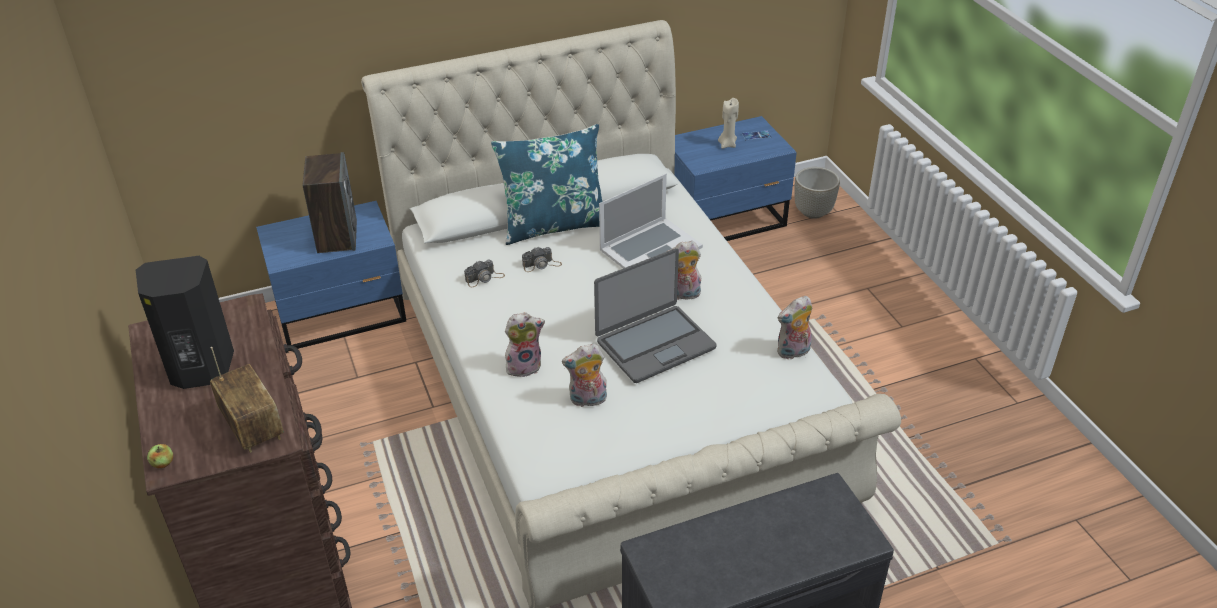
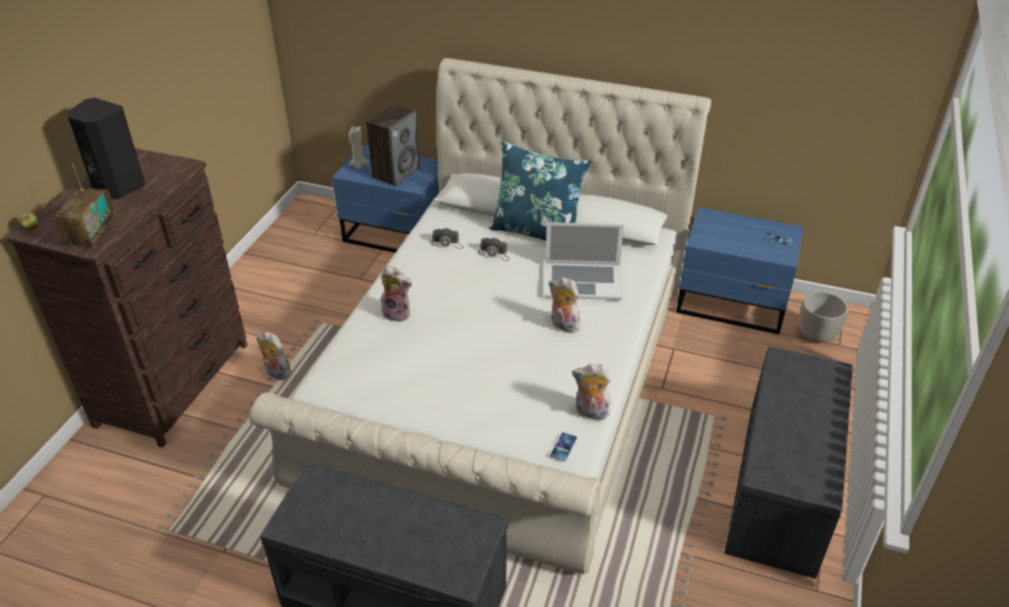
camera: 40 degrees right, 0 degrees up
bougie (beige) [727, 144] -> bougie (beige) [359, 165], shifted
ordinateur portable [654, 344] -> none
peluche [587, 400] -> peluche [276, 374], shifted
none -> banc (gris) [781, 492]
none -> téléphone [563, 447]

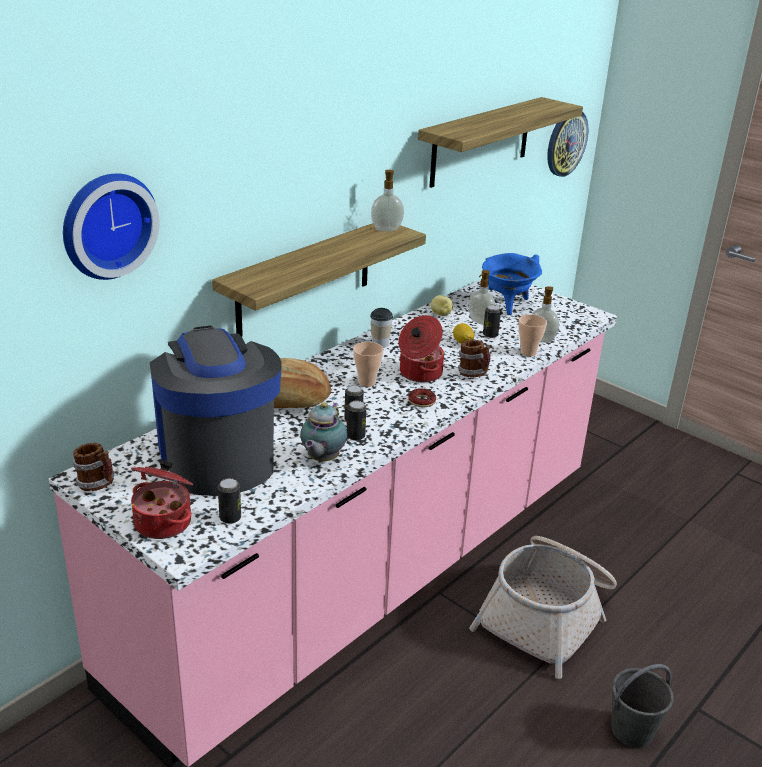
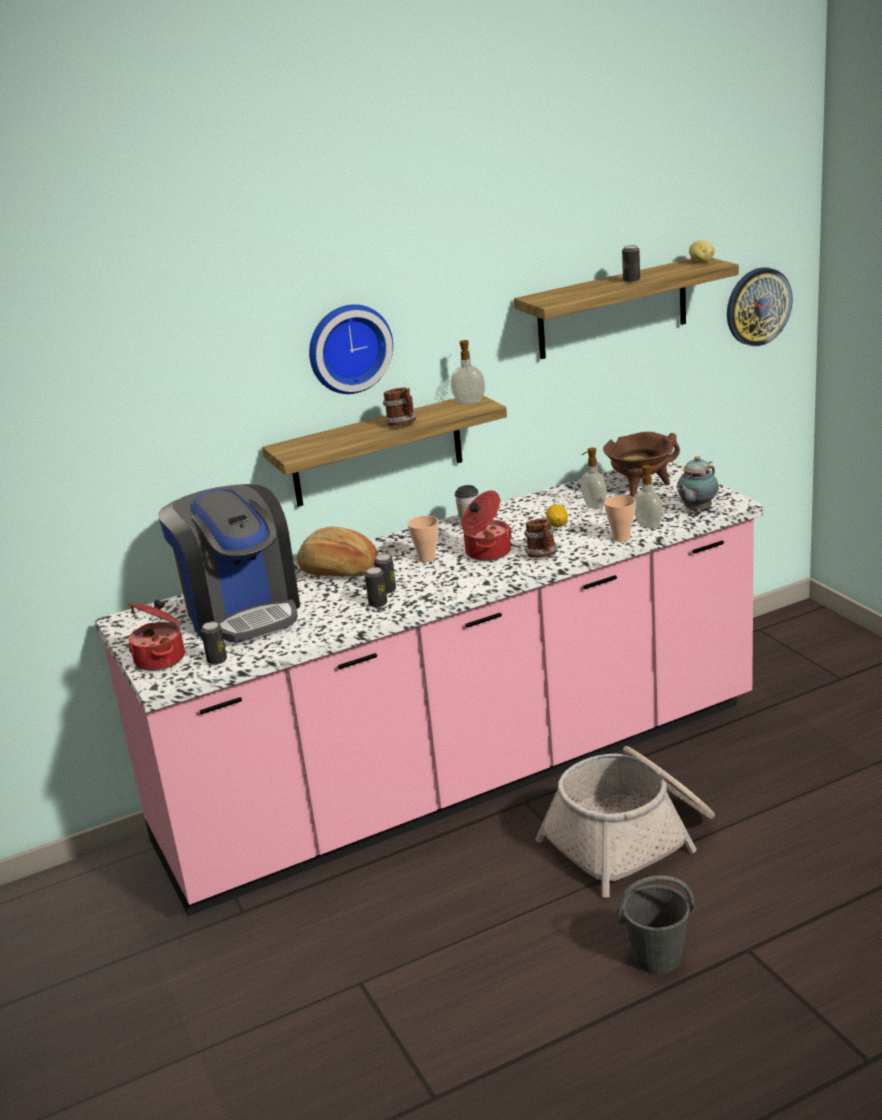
camera: 25 degrees right, 5 degrees down
horloge murale [106, 224] -> horloge murale [348, 347], shifted
marmite (bleu) [507, 304] -> marmite (marron) [640, 489]
pomme de terre [440, 314] -> pomme de terre [701, 262], shifted
boîte métallique [490, 335] -> boîte métallique [631, 280], shifted
machine à café [217, 455] -> machine à café [242, 611], 150 degrees clockwise
beignet [422, 401] -> none
théière [322, 459] -> théière [696, 510], shifted
mug [98, 485] -> mug [403, 424], shifted

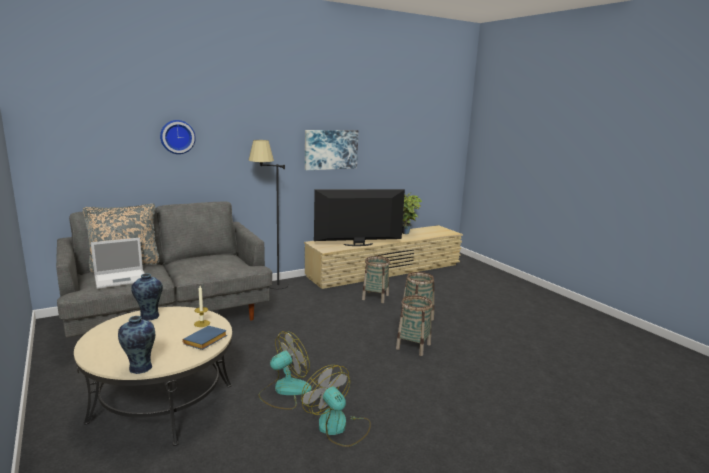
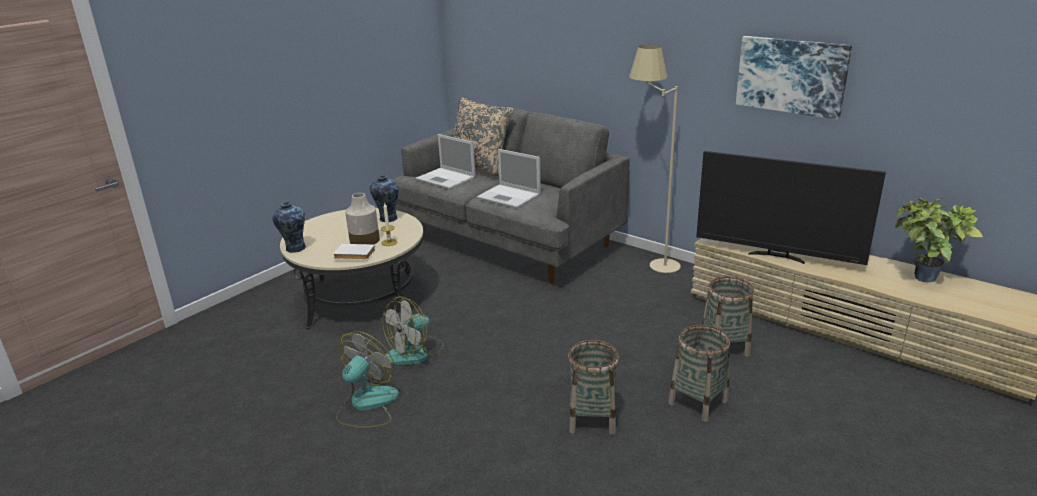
camera: 70 degrees right, 10 degrees up
horloge murale [177, 137] -> none
lampadaire (noir) [270, 288] -> lampadaire (beige) [650, 264]
téléviseur [358, 245] -> téléviseur [777, 256], 150 degrees clockwise
livre (bleu) [205, 341] -> livre (blanc) [353, 256]
ventilateur [284, 391] -> ventilateur [415, 352], 105 degrees clockwise
none -> ordinateur portable [510, 197]
none -> vase (beige) [364, 240]

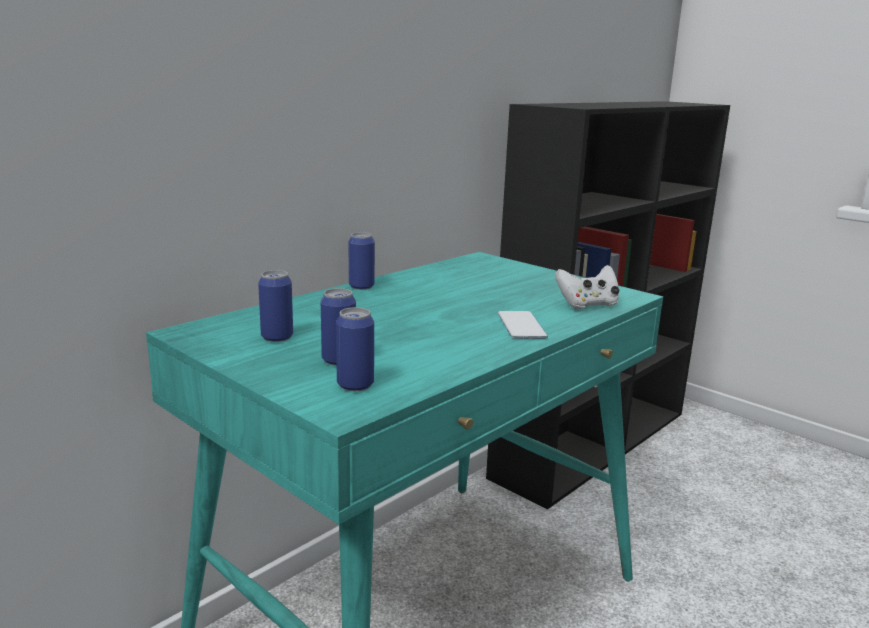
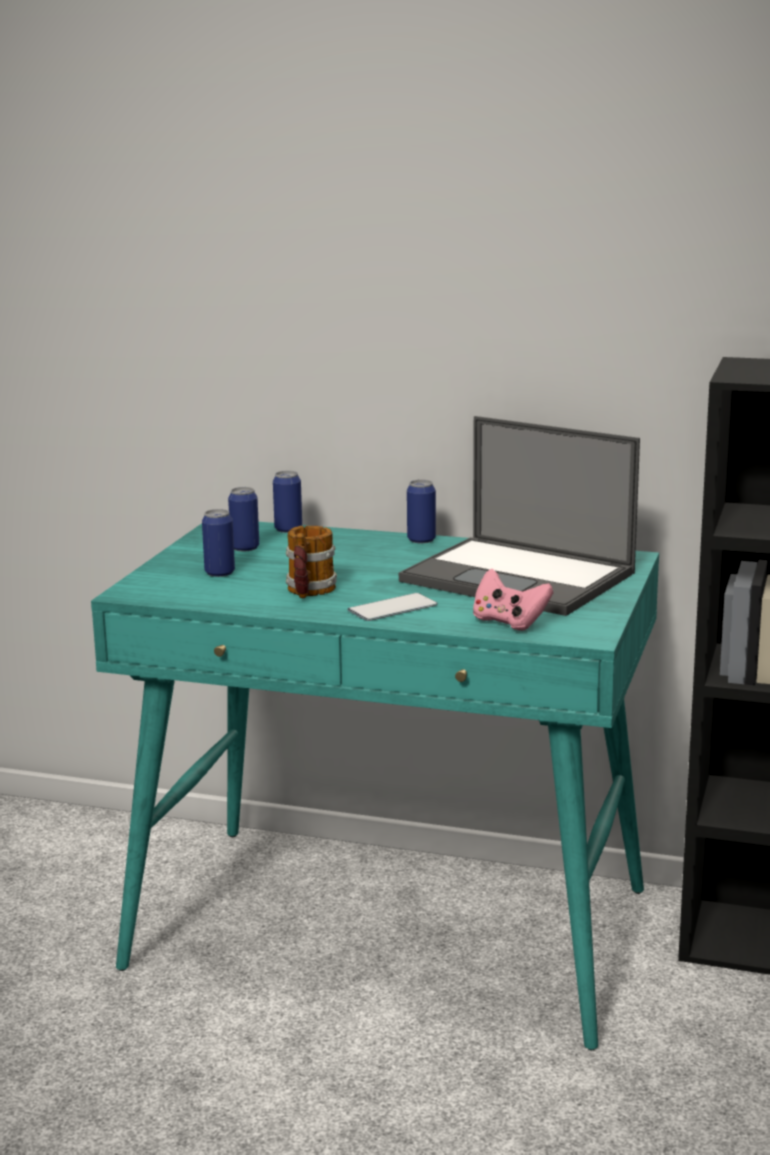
camera: 65 degrees right, 0 degrees up
manette (blanc) [587, 305] -> manette (rose) [509, 622]
boîte métallique [355, 385] -> boîte métallique [288, 529], shifted
none -> ordinateur portable [521, 577]
none -> mug [309, 592]

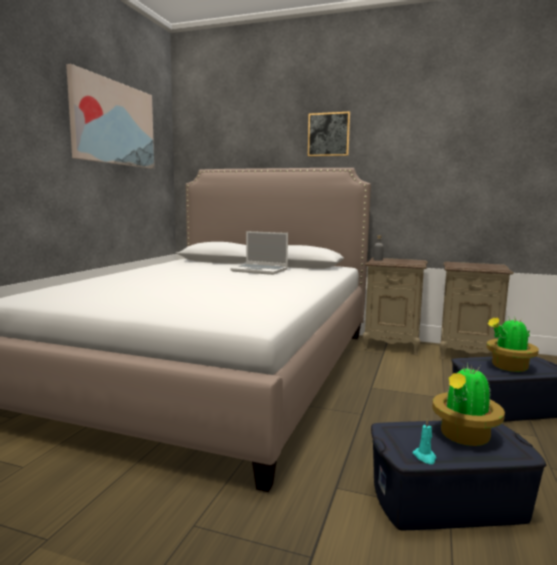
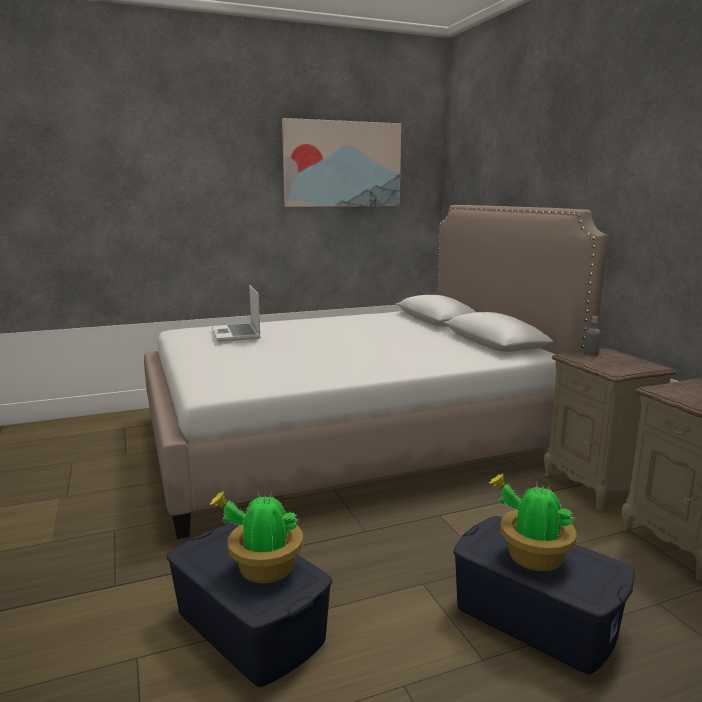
camera: 50 degrees right, 5 degrees up
tableau [328, 134] -> none
ordinateur portable [260, 270] -> ordinateur portable [237, 334], shifted
bougie (turquoise) [425, 457] -> none

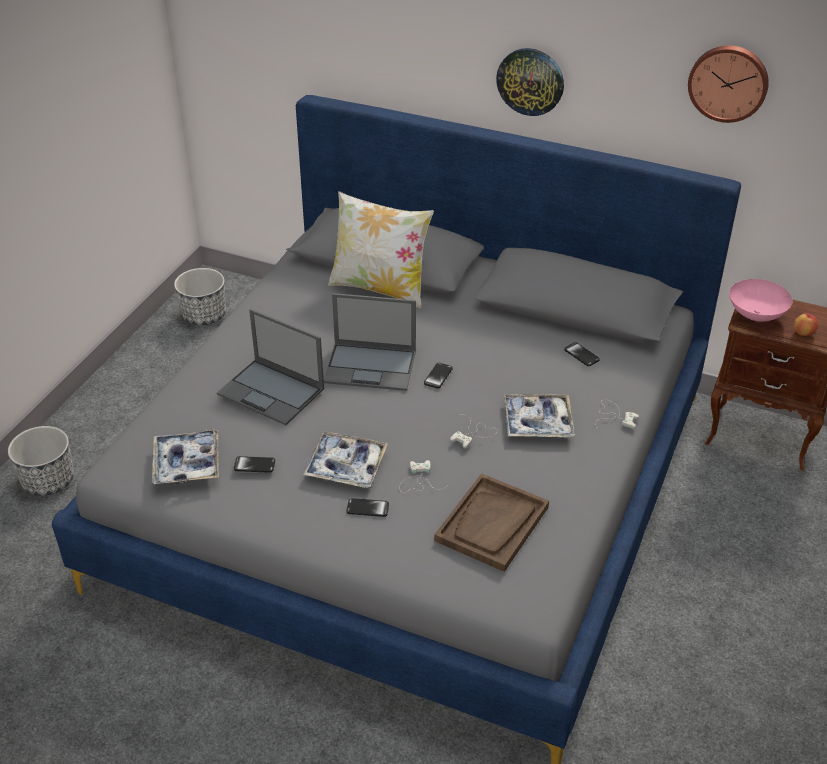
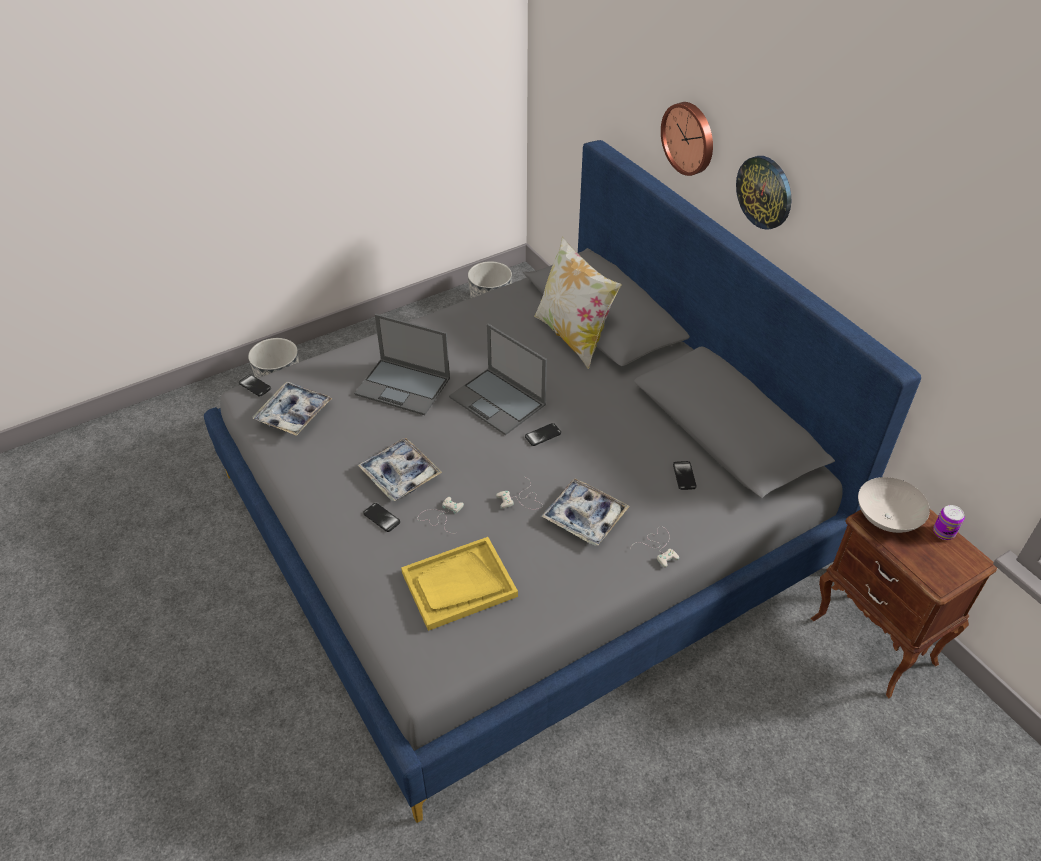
camera: 35 degrees right, 5 degrees up
horloge murale [728, 82] -> horloge murale [689, 138], shifted
bol (rose) [757, 315] -> bol (blanc) [887, 520]
ordinateur portable [272, 392] -> ordinateur portable [404, 386], 45 degrees counterclockwise
pomme [803, 333] -> none
téléphone [254, 465] -> téléphone [255, 386], shifted
plateau (marron) [492, 524] -> plateau (jaune) [459, 585]
none -> boîte métallique [943, 532]

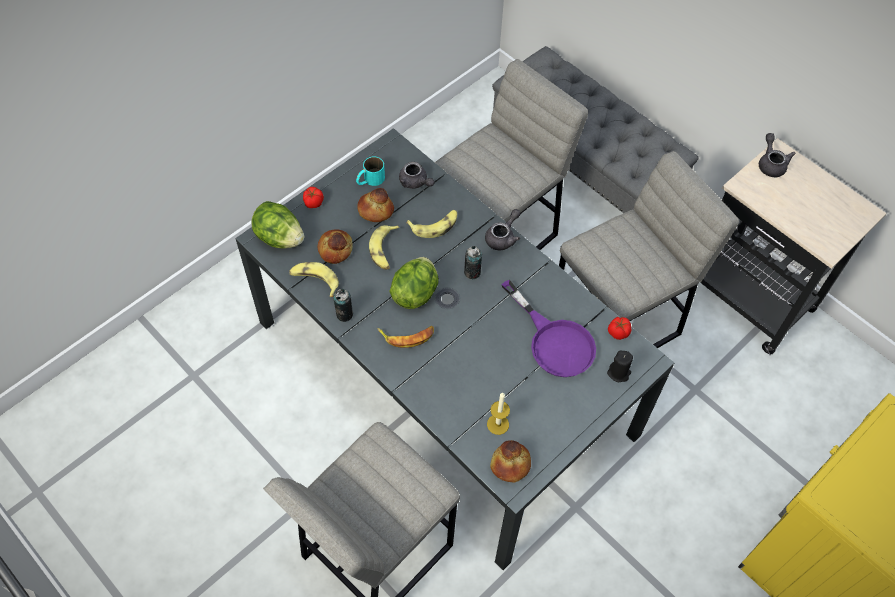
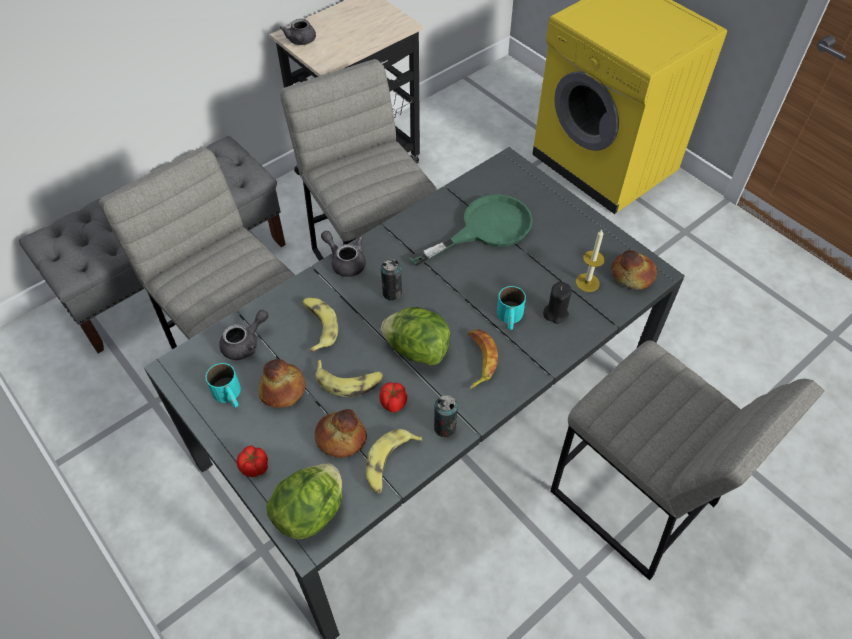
camera: 85 degrees left, 5 degrees down
théière (gris) [771, 164] -> théière (gris) [301, 42], 90 degrees counterclockwise
poêle (violet) [554, 341] -> poêle (vert) [485, 229]
tomate [617, 332] -> tomate [393, 403], shifted
bougie (noir) [618, 373] -> bougie (noir) [555, 313], shifted
none -> mug (turquoise) [509, 318]

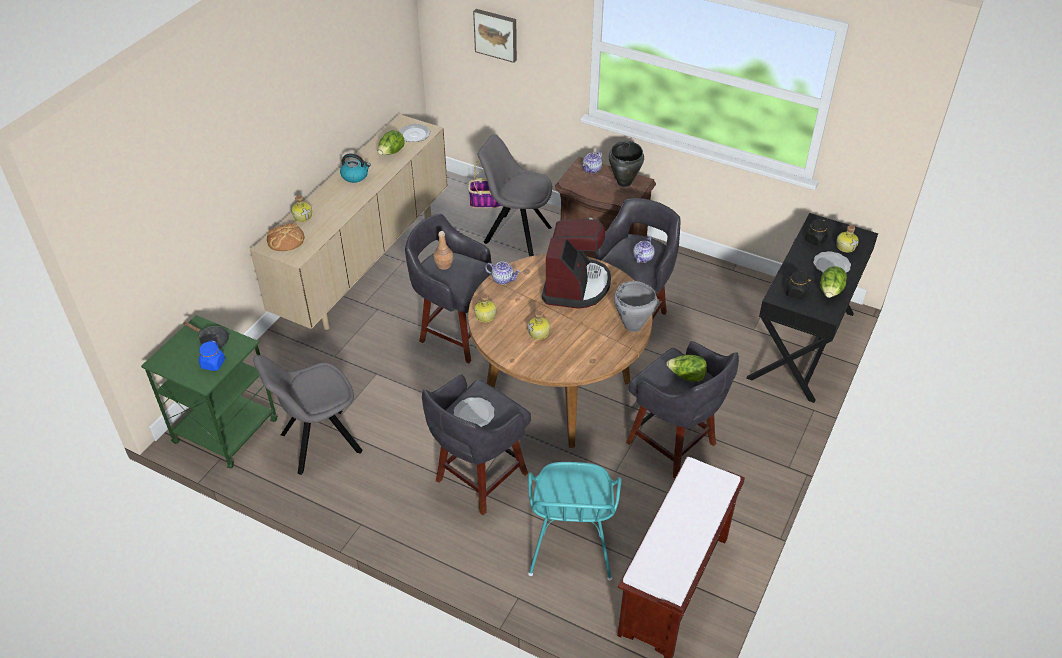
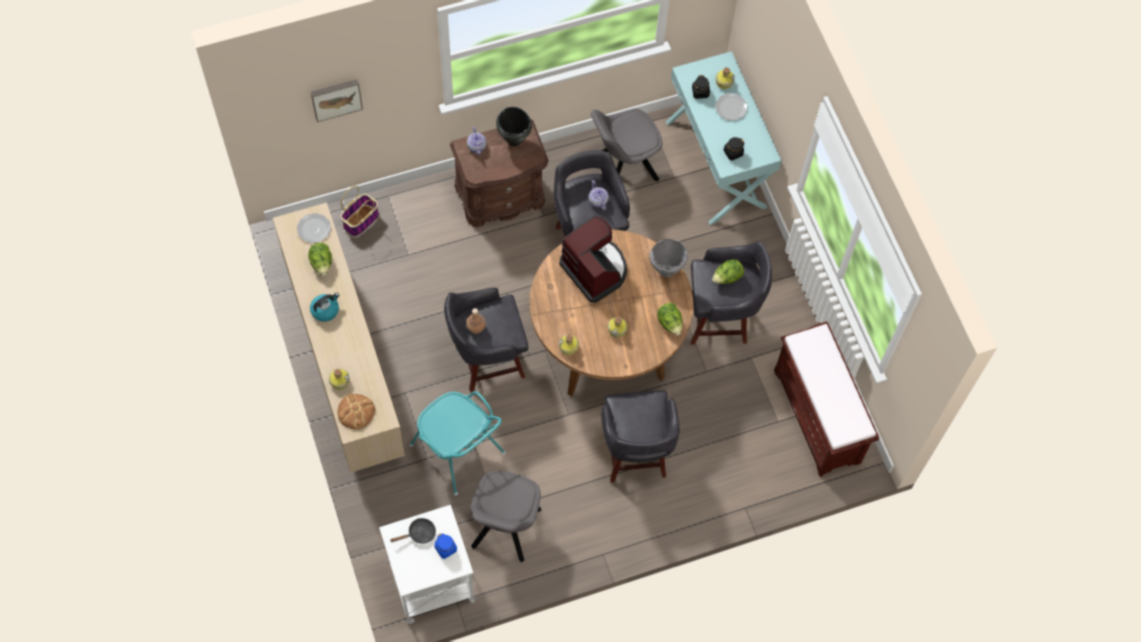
camera: 50 degrees left, 20 degrees up
chaise (gris) [517, 235] -> chaise (gris) [623, 169], shifted
table console (noir) [802, 345] -> table console (turquoise) [716, 164]
théière [503, 279] -> none
laitue [830, 292] -> laitue [670, 323], shifted
chariot (vert) [224, 429] -> chariot (blanc) [430, 581]
assiette [473, 414] -> none
chaise (turquoise) [571, 544] -> chaise (turquoise) [459, 452], shifted

